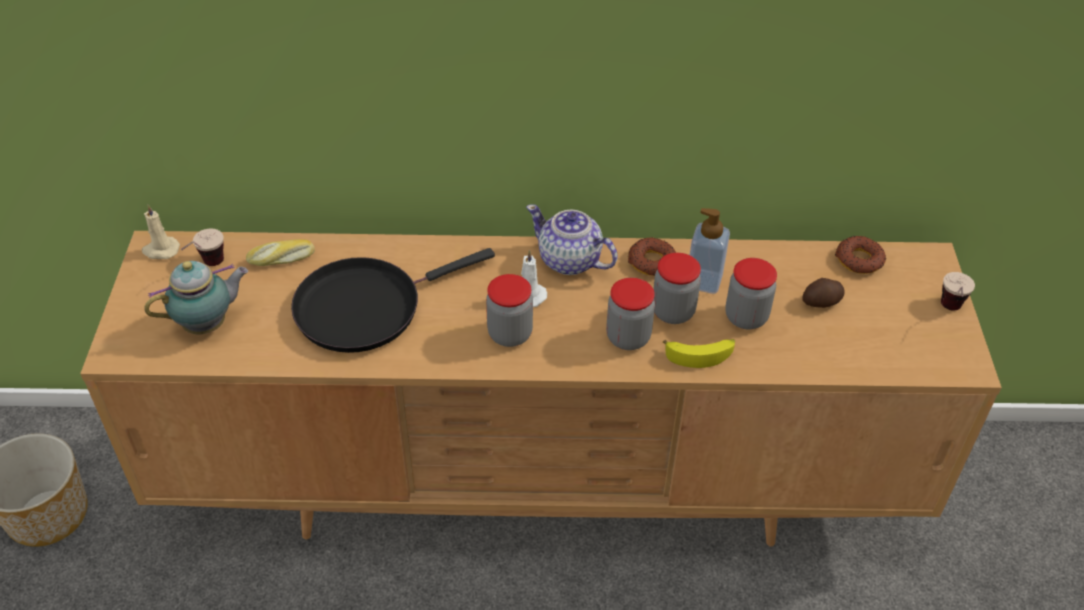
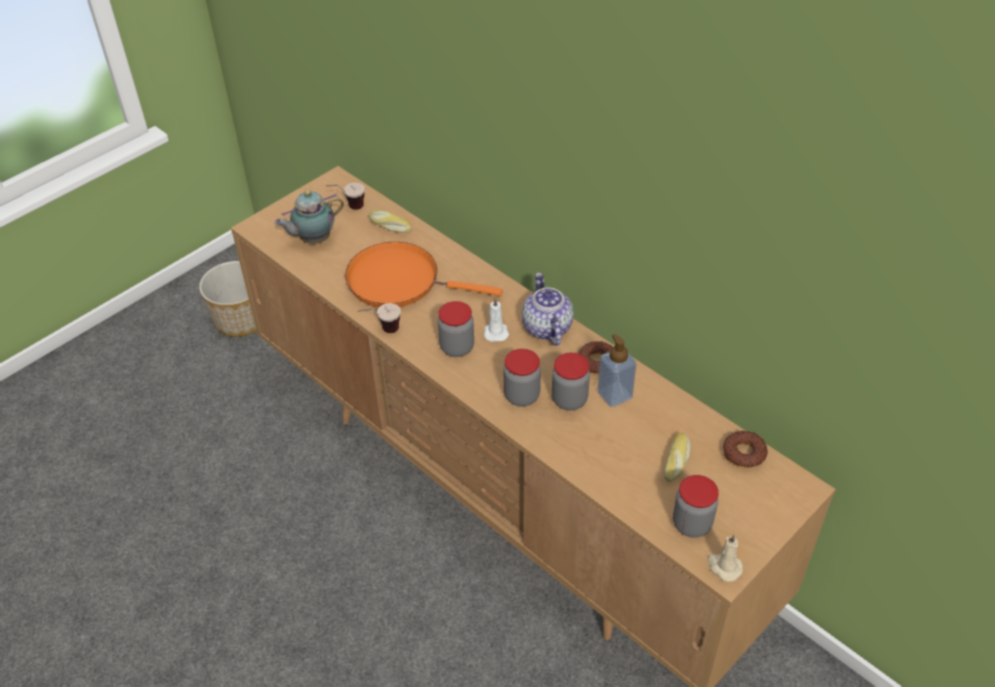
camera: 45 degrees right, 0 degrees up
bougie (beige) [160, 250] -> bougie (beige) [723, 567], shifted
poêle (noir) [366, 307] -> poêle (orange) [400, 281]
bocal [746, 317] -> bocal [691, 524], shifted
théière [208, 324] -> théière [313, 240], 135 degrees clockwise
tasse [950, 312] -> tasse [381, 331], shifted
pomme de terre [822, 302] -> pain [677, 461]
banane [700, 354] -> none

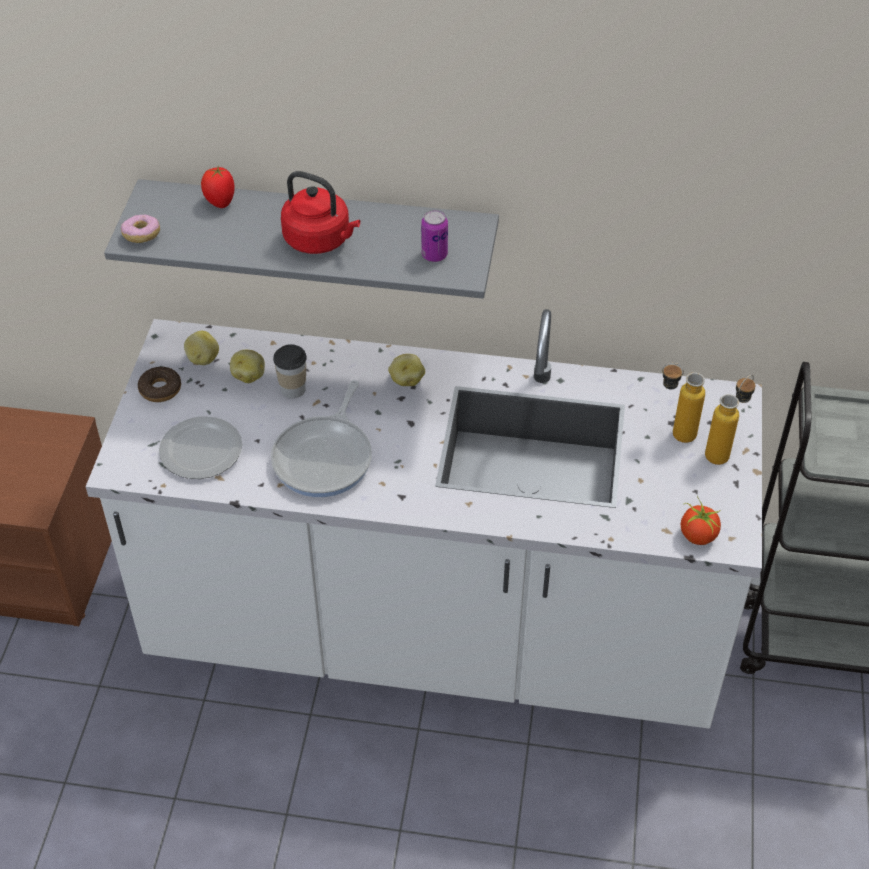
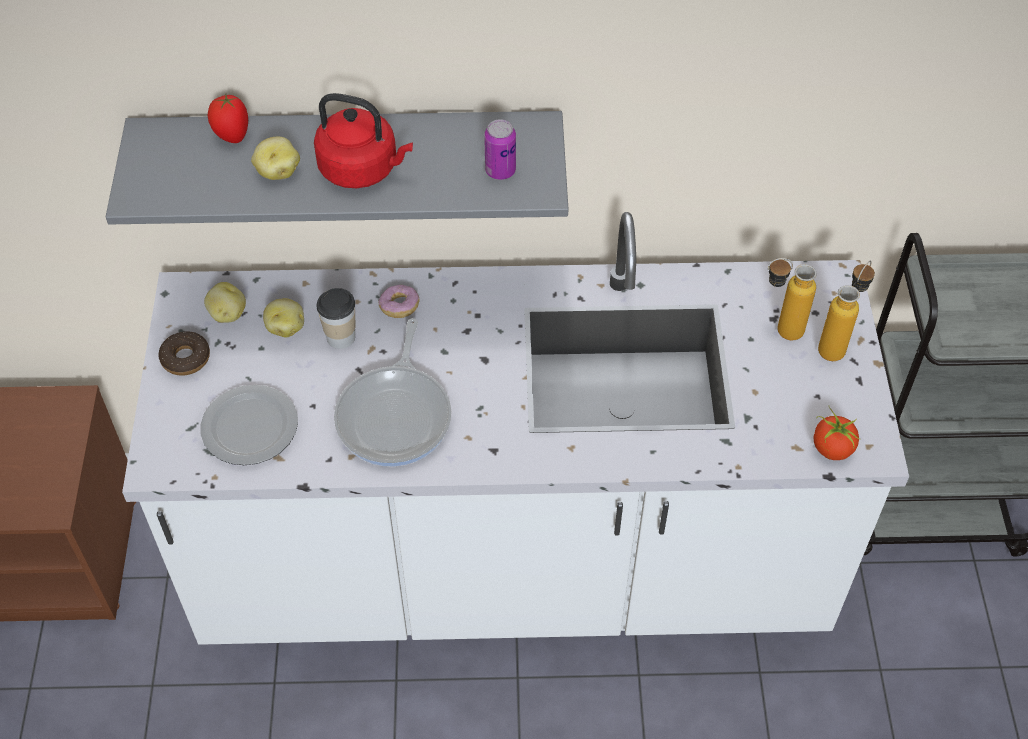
camera: 10 degrees left, 5 degrees up
beignet [141, 235] -> beignet [399, 307], shifted
pomme de terre [406, 380] -> pomme de terre [277, 171], shifted

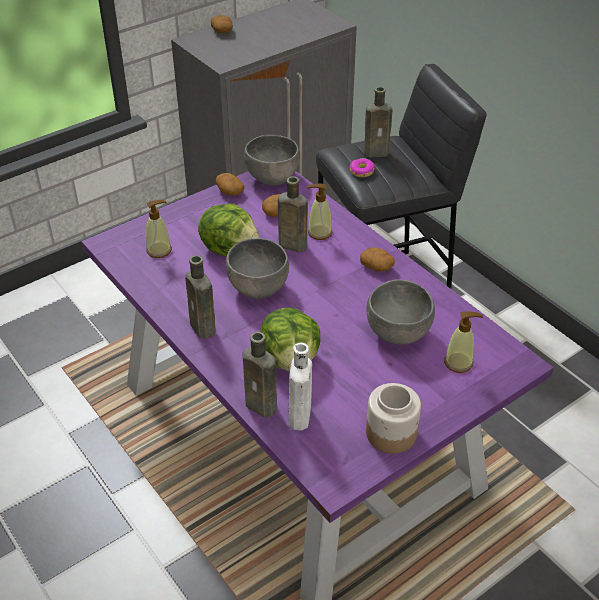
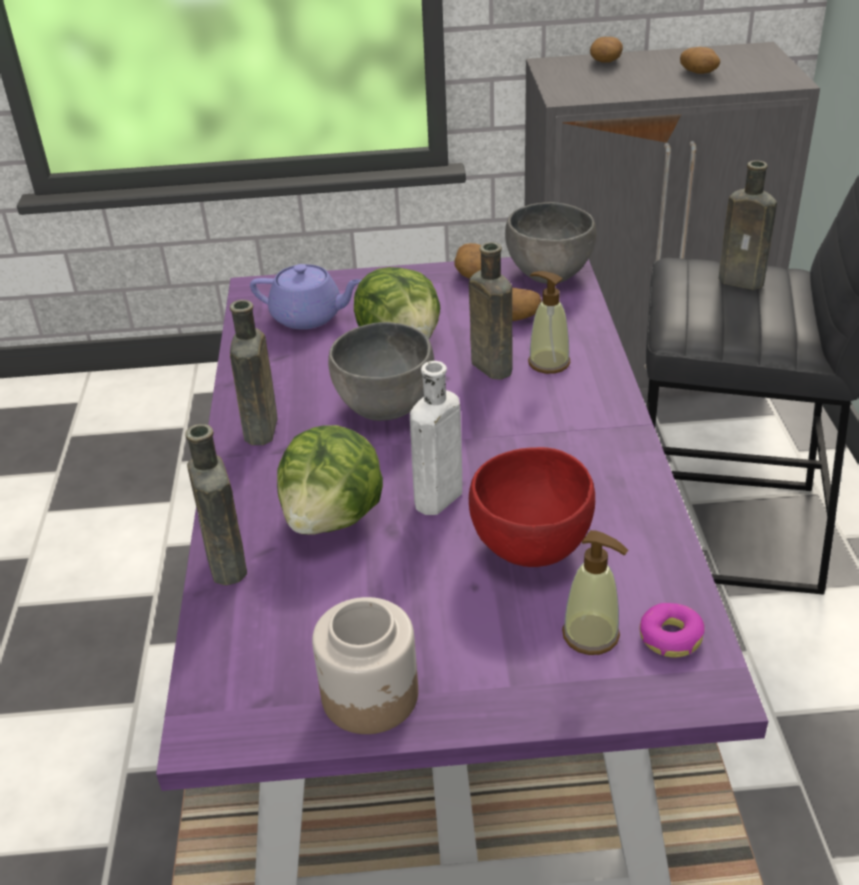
camera: 35 degrees right, 5 degrees down
beignet [361, 171] -> beignet [670, 637], shifted
distributeur de savon [159, 250] -> théière (violet) [309, 317]
pomme de terre [377, 267] -> pomme de terre [699, 72], shifted
bol (gris) [397, 333] -> bol (rouge) [530, 546]
bouteille (blanc) [300, 418] -> bouteille (blanc) [436, 500], shifted

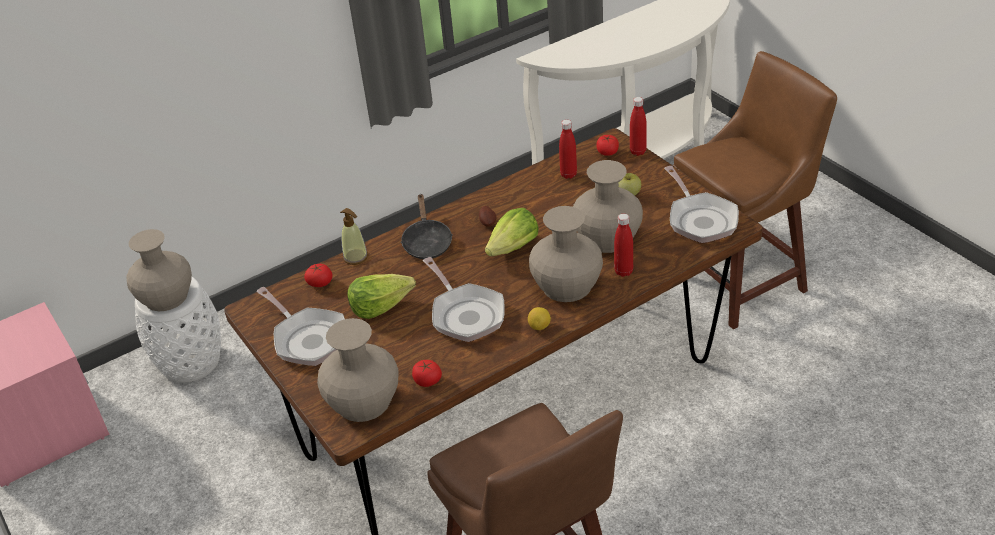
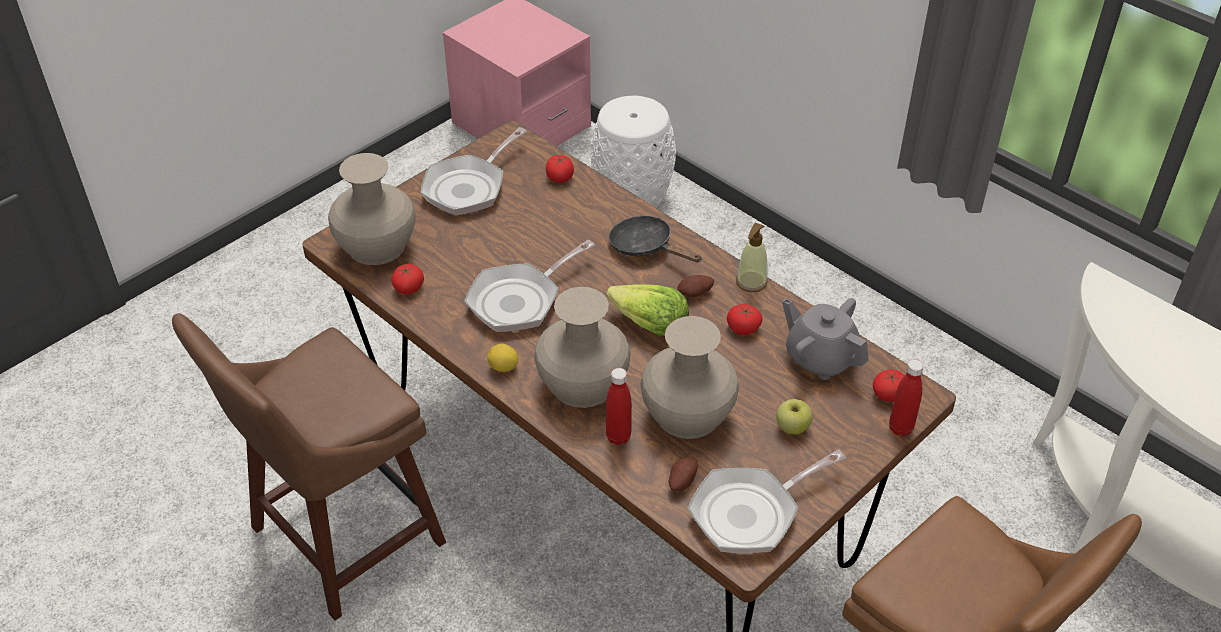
camera: 75 degrees right, 5 degrees up
bouteille (rouge) [568, 175] -> théière (gris) [820, 358]
poêle (noir) [427, 242] -> poêle (noir) [646, 247], 60 degrees clockwise
distributeur de savon [356, 257] -> distributeur de savon [751, 282], shifted
vase (beige) [166, 297] -> none
laitue [380, 306] -> none
none -> tomate [743, 328]
none -> pomme de terre [681, 481]

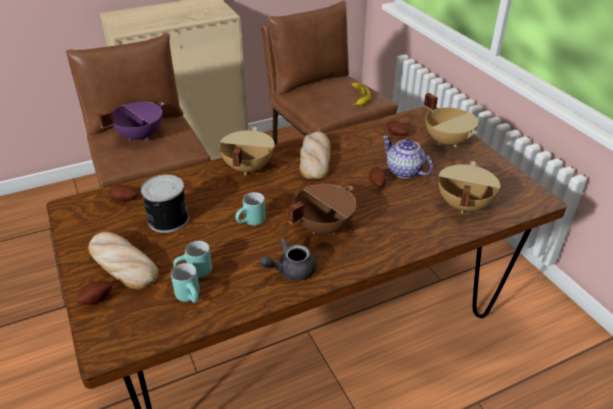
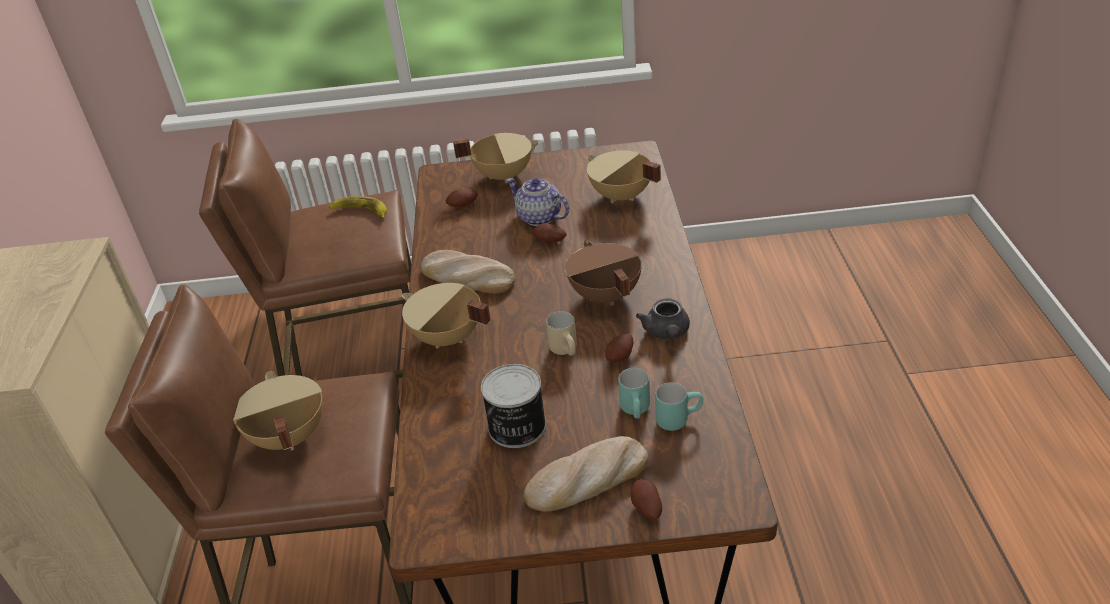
camera: 65 degrees left, 0 degrees up
marmite (violet) [139, 136] -> marmite (beige) [287, 437]
théière [404, 171] -> théière [539, 218], 60 degrees clockwise
pomme de terre [124, 200] -> pomme de terre [621, 357], shifted
mug (turquoise) [252, 223] -> mug (beige) [567, 350]

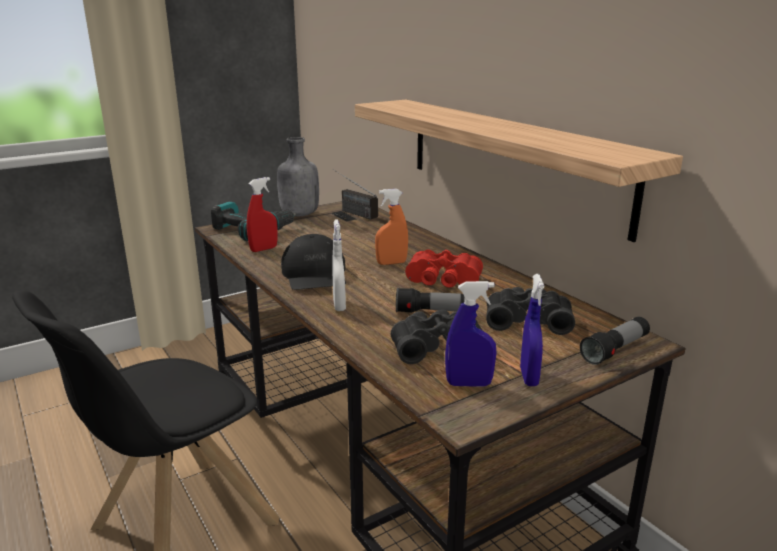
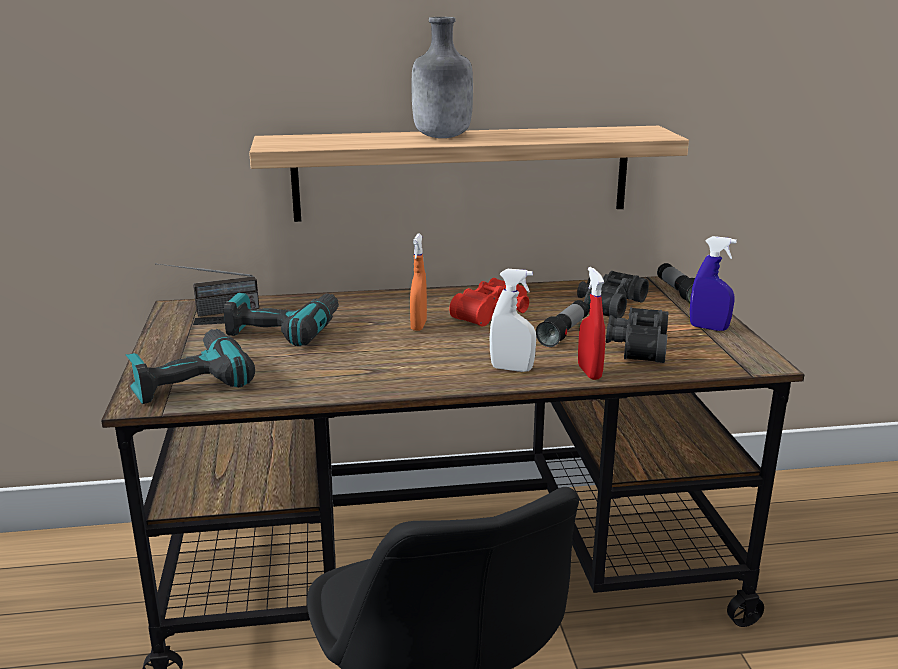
camera: 65 degrees left, 0 degrees up
bouteille (gris) [298, 214] -> bouteille (gris) [442, 137], shifted
vaporisateur (rouge) [264, 249] -> vaporisateur (rouge) [589, 372], shifted
casquette (noir) [315, 275] -> none
vaporisateur (bleu) [469, 384] -> none
none -> perceuse [284, 329]

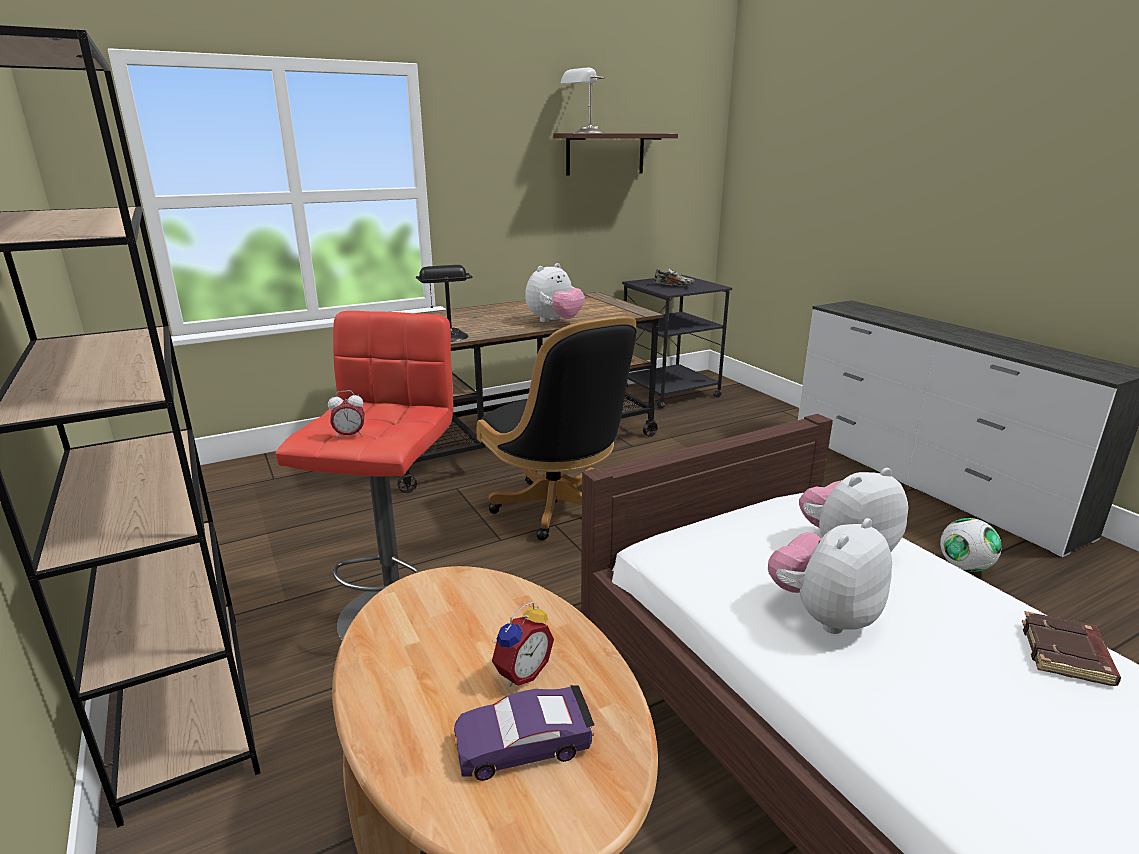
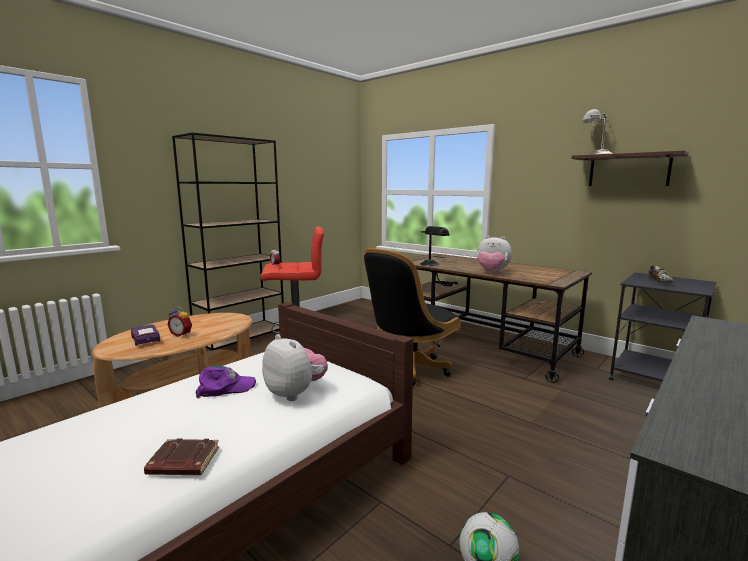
camera: 70 degrees right, 10 degrees down
peluche [824, 615] -> casquette (violet) [225, 387]

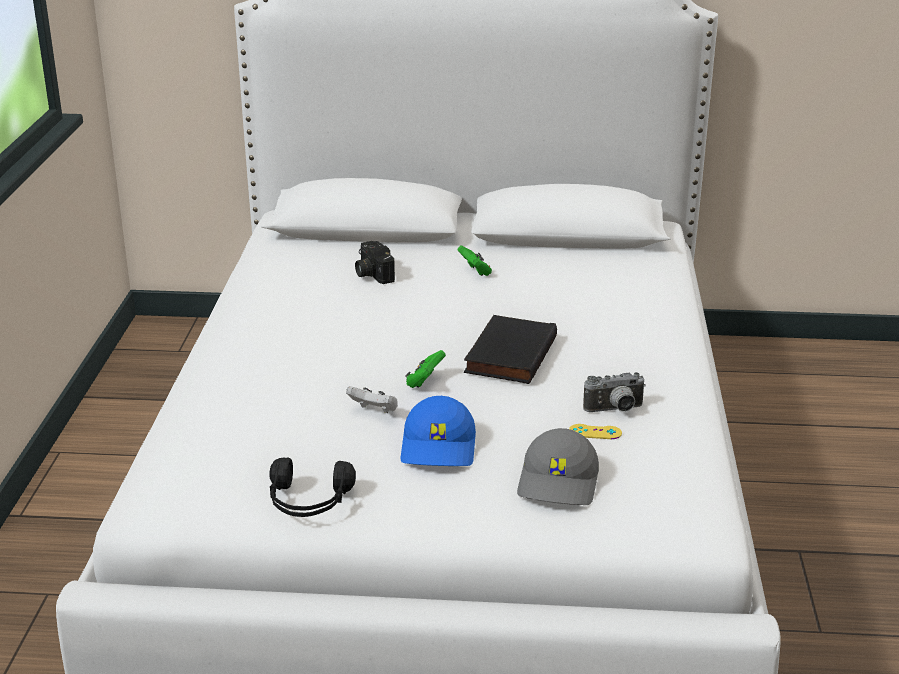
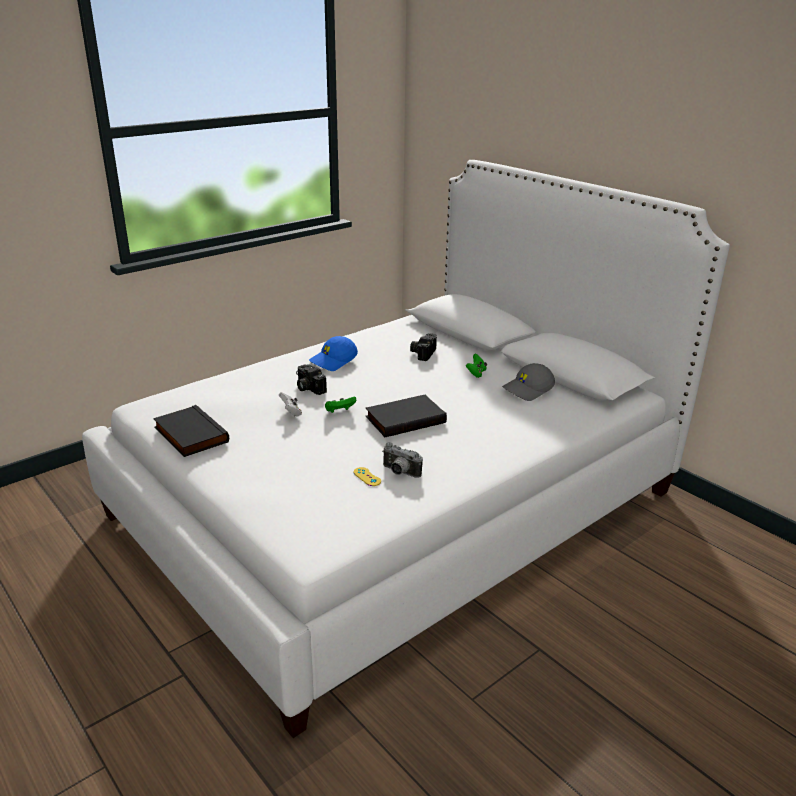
camera: 45 degrees right, 0 degrees up
casquette (bleu) [440, 448] -> casquette (bleu) [333, 361], shifted
casquette (gris) [560, 483] -> casquette (gris) [528, 390], shifted
casque audio (noir) [308, 502] -> livre (noir) [189, 435]
none -> appareil photo [308, 388]

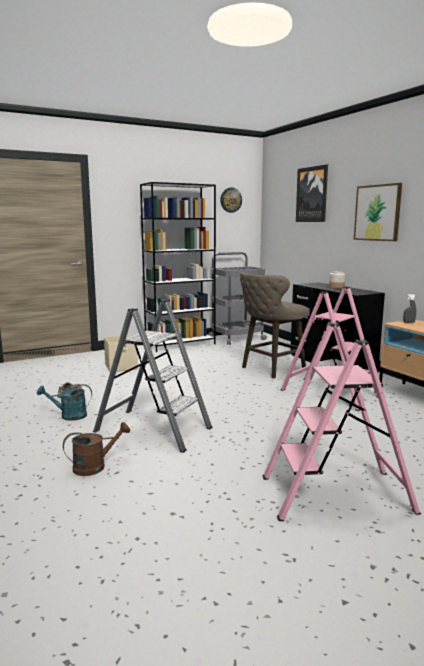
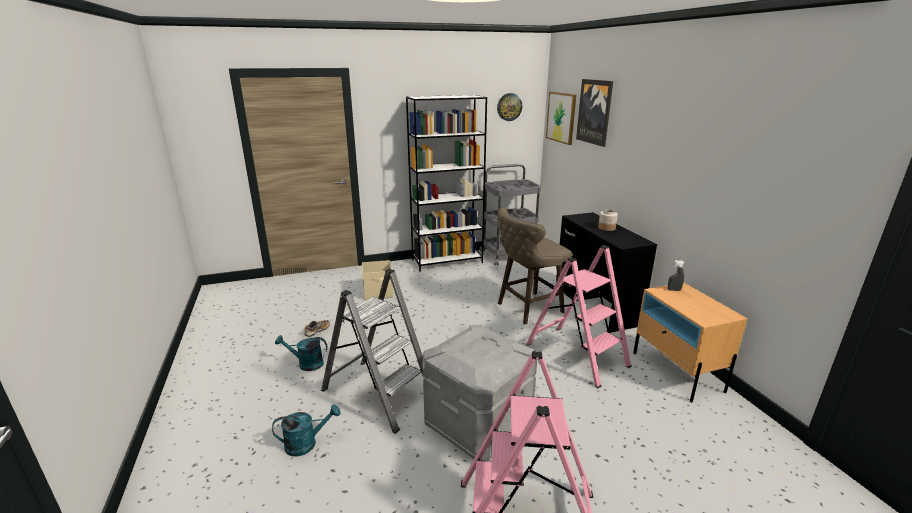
camera: 10 degrees right, 10 degrees up
tableau [377, 213] -> tableau [561, 117], shifted
arrosoir (marron) [95, 466] -> arrosoir (turquoise) [306, 443]
none -> boîte de rangement (gris) [477, 425]

